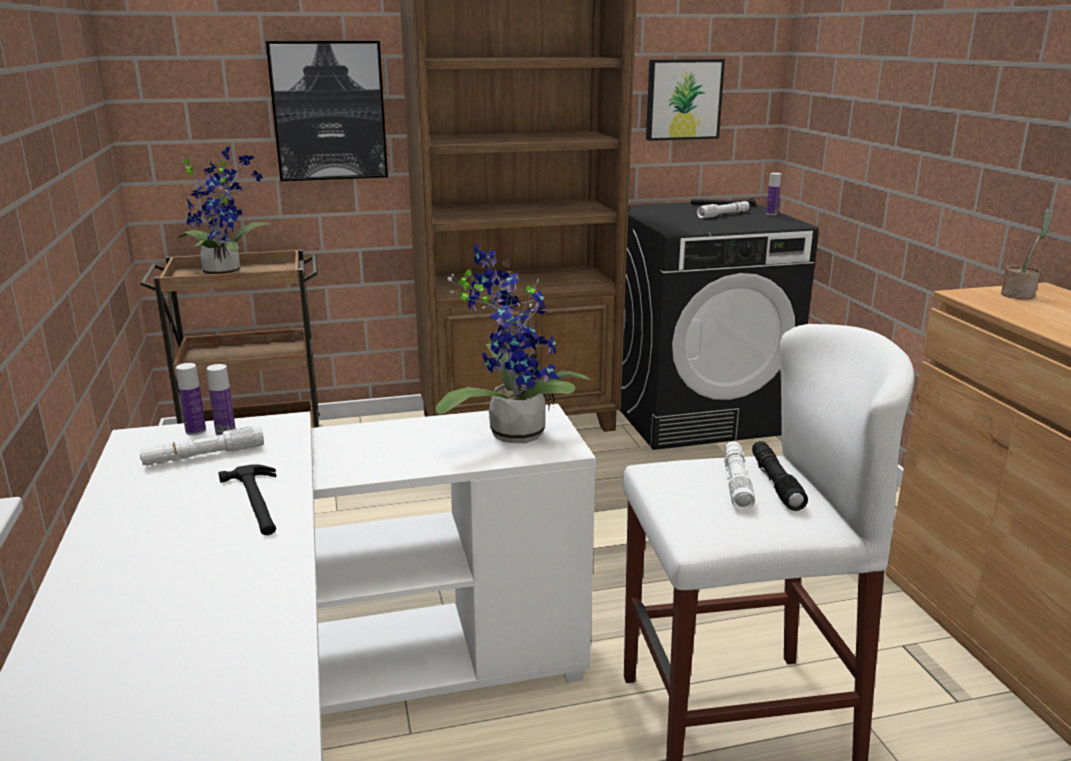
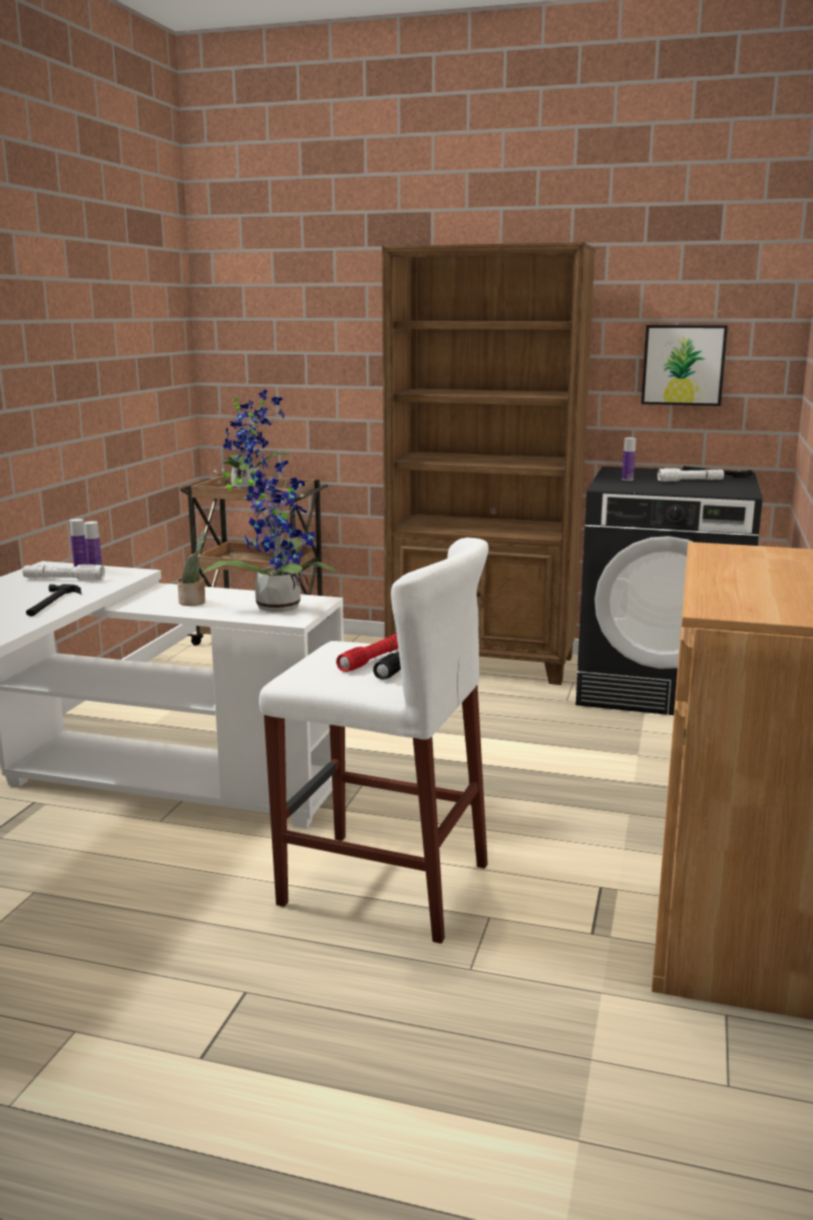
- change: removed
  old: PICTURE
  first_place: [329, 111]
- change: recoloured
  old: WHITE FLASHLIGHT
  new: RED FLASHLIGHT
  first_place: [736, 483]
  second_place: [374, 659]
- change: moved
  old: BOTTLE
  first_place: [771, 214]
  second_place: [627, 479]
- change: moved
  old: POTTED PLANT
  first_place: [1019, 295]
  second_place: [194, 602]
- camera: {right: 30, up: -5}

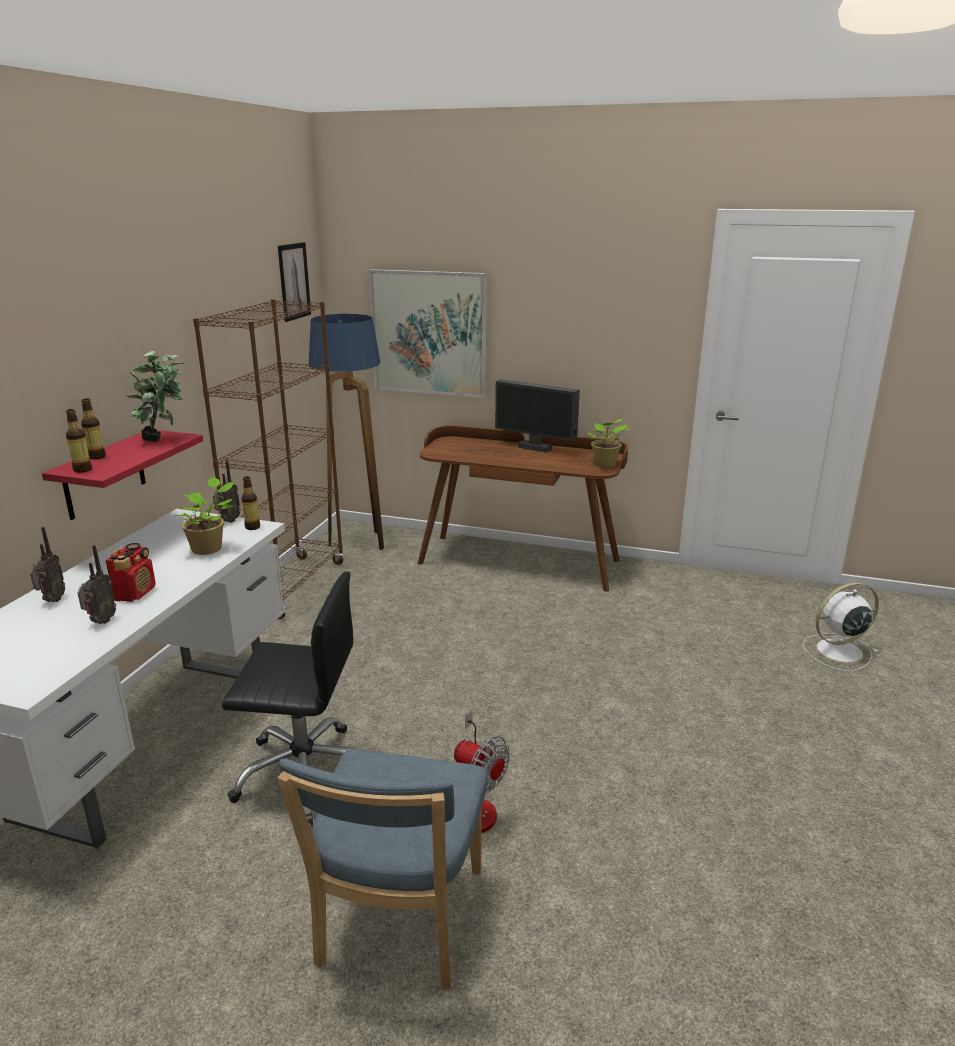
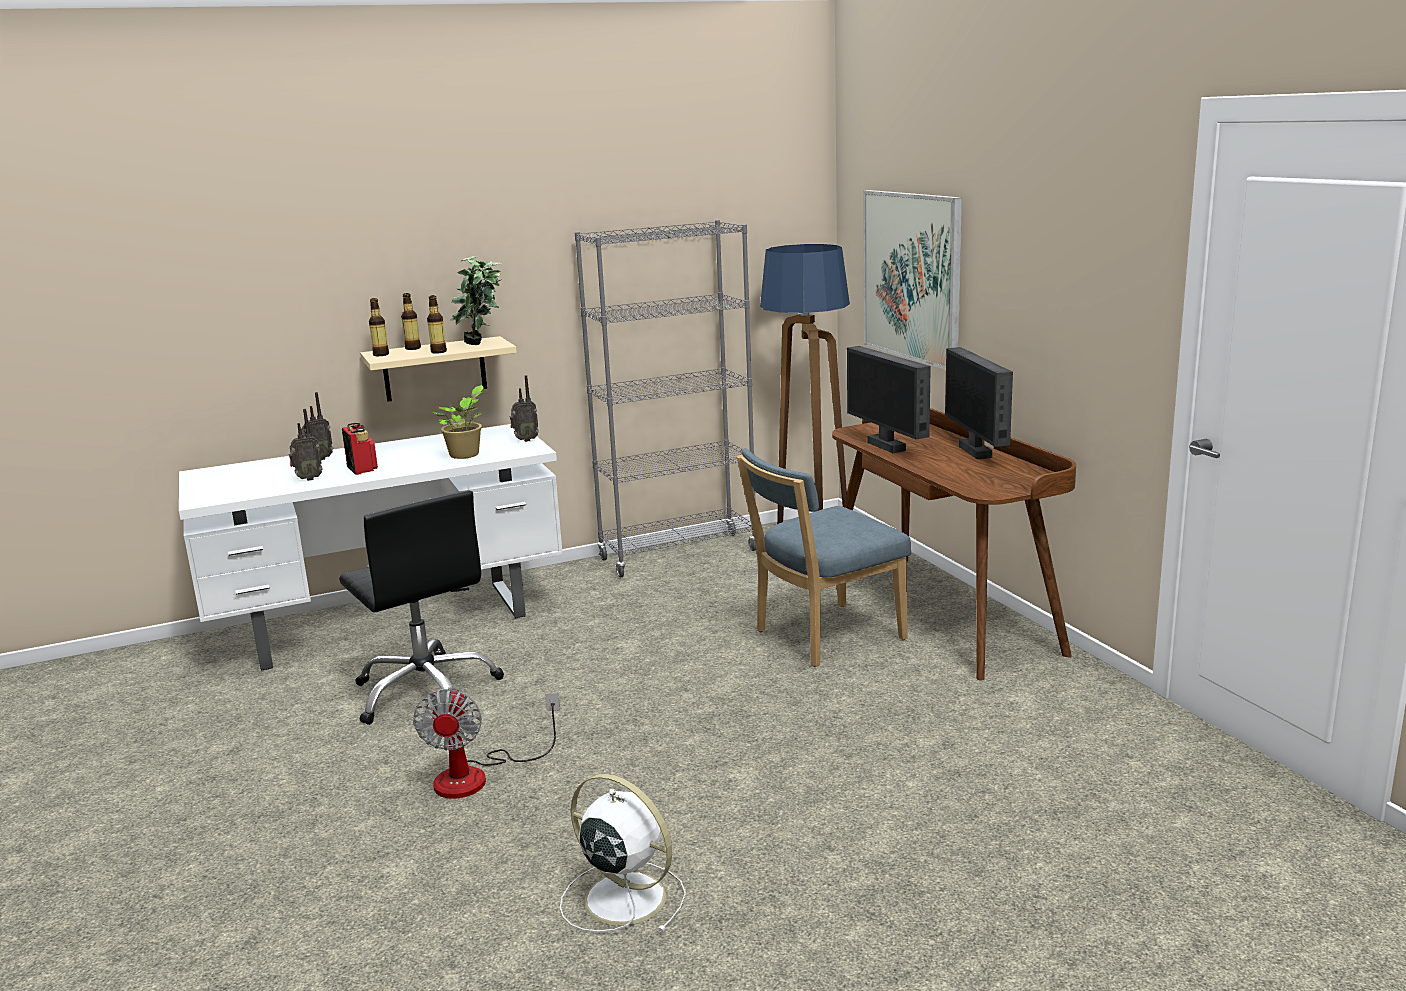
- change: recoloured
  old: RED SHELF
  new: BEIGE SHELF
  first_place: [104, 475]
  second_place: [434, 369]
- change: turned
  old: RADIO
  first_place: [136, 593]
  second_place: [362, 469]
  degrees: -90
- change: recoloured
  old: BROWN BOOKCASE
  new: GREY BOOKCASE
  first_place: [291, 586]
  second_place: [678, 555]
- change: moved
  old: BOTTLE
  first_place: [252, 527]
  second_place: [438, 352]
- change: removed
  old: PICTURE
  first_place: [294, 281]
- change: moved
  old: BLUE CHAIR
  first_place: [398, 924]
  second_place: [823, 637]
- change: removed
  old: POTTED PLANT
  first_place: [605, 465]
- change: moved
  old: WHITE FAN
  first_place: [837, 651]
  second_place: [622, 897]
- change: added
  new: MONITOR
  second_place: [888, 446]
- camera: {right: 50, up: -5}

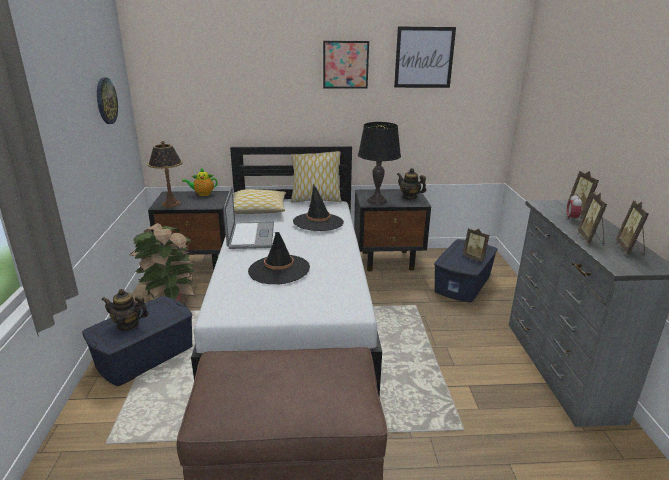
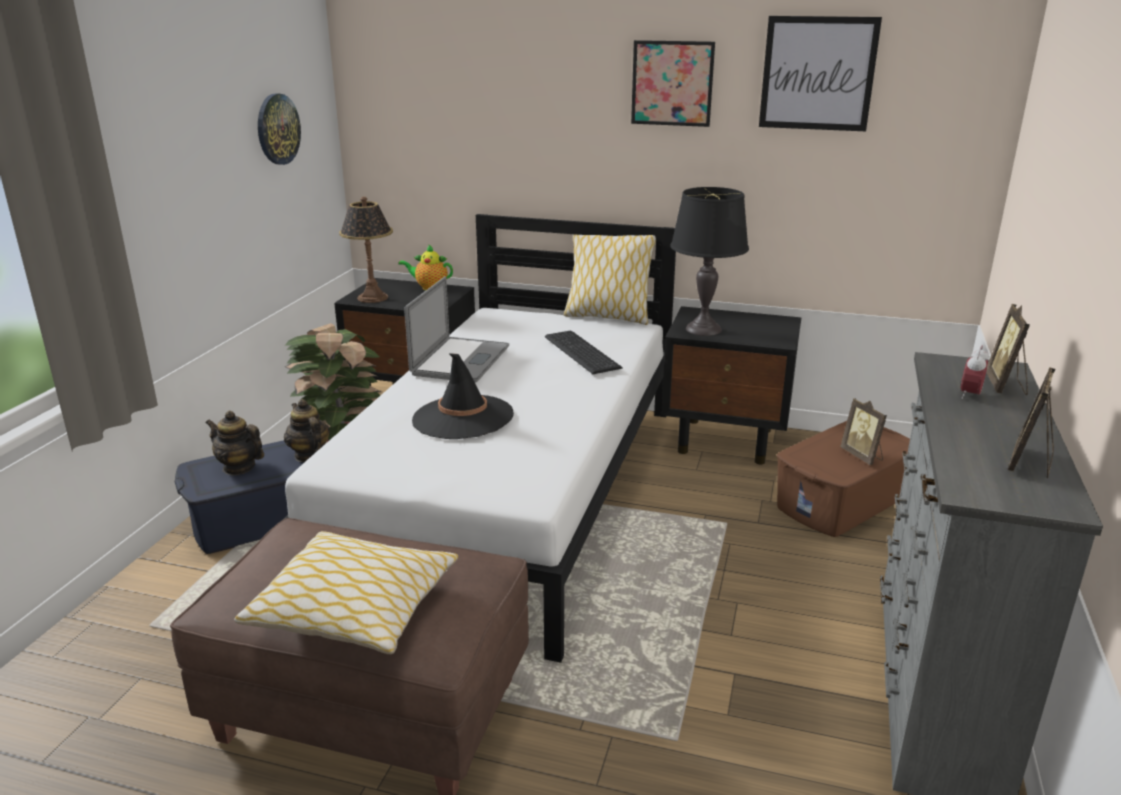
- change: moved
  old: PILLOW
  first_place: [258, 210]
  second_place: [355, 609]
- change: replaced
  old: BLACK HAT
  new: KEYBOARD
  first_place: [318, 222]
  second_place: [580, 353]
- change: moved
  old: TEAPOT
  first_place: [409, 197]
  second_place: [309, 455]
- change: recoloured
  old: BLUE STORAGE BOX
  new: BROWN STORAGE BOX
  first_place: [463, 283]
  second_place: [842, 502]
- change: removed
  old: PICTURE FRAME
  first_place: [590, 238]
- camera: {right: 20, up: 0}

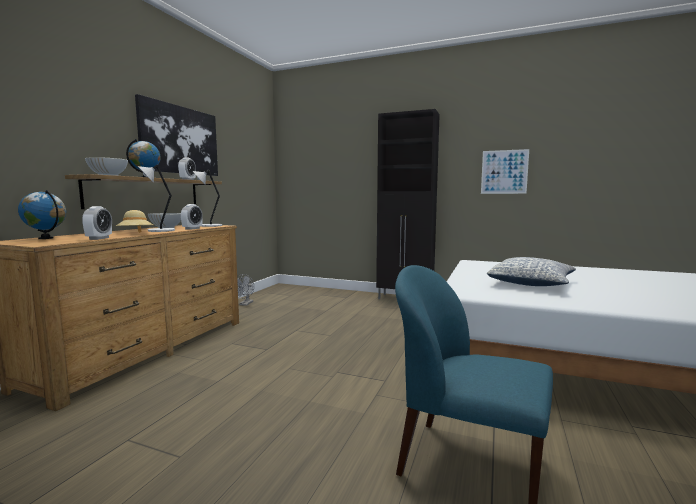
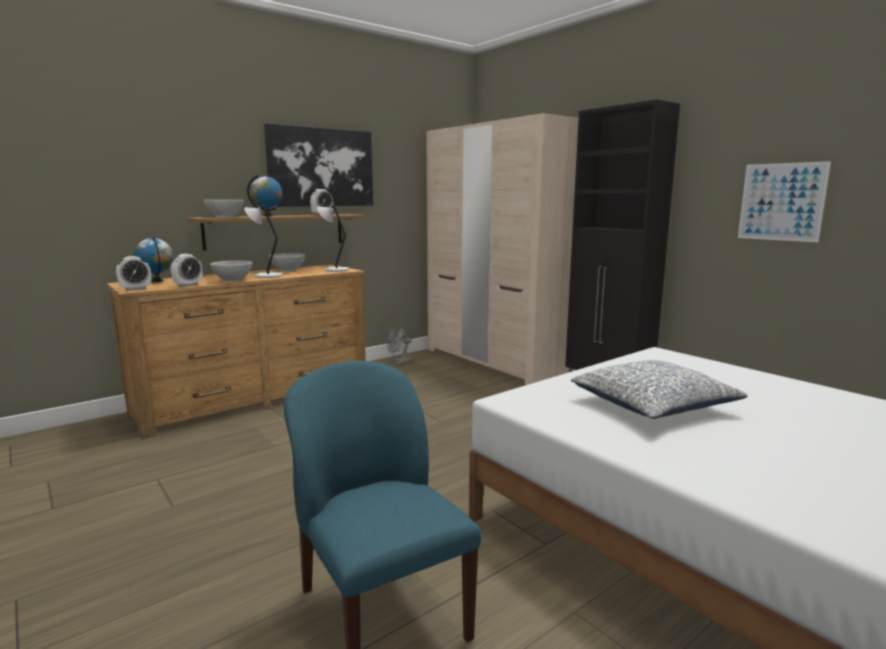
- change: replaced
  old: BEIGE HAT
  new: WHITE BOWL
  first_place: [136, 234]
  second_place: [233, 280]
- change: moved
  old: ALARM CLOCK
  first_place: [192, 229]
  second_place: [135, 289]
- change: added
  new: BEIGE WARDROBE
  second_place: [497, 361]
- camera: {right: 30, up: 5}

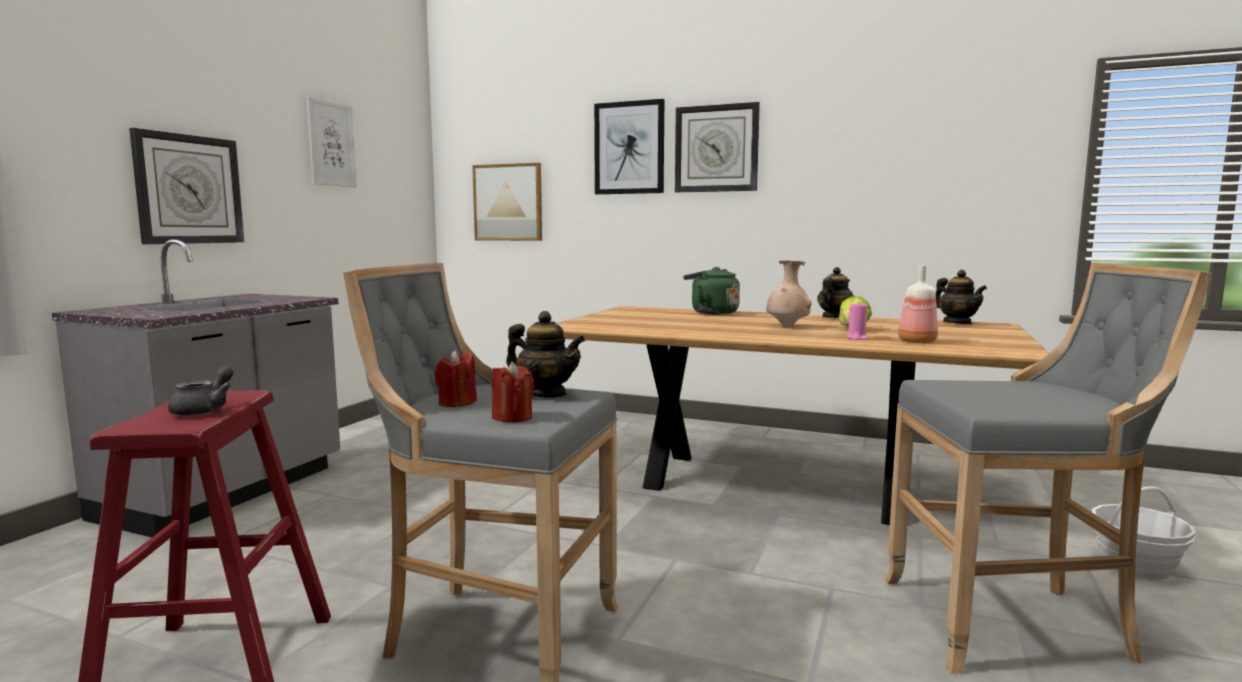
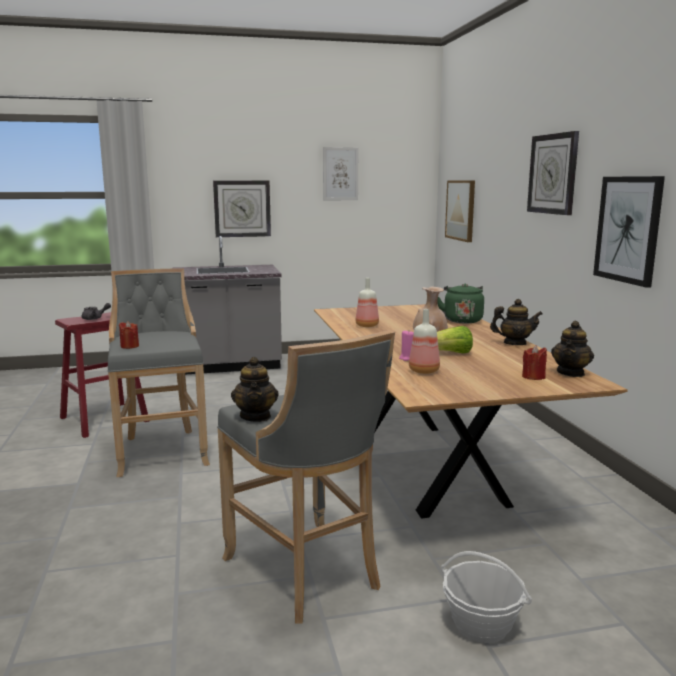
- change: moved
  old: RED CANDLE
  first_place: [457, 403]
  second_place: [533, 377]
- change: moved
  old: TEAPOT
  first_place: [545, 394]
  second_place: [256, 416]
- change: moved
  old: PICTURE
  first_place: [629, 148]
  second_place: [628, 229]
- change: added
  new: BOTTLE
  second_place: [366, 325]
- camera: {right: 55, up: 5}

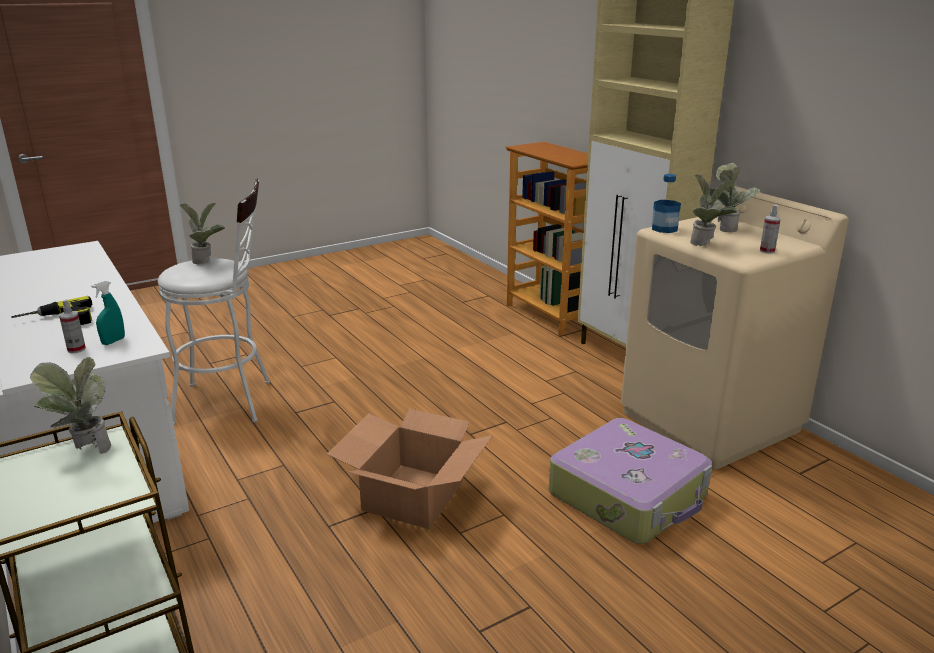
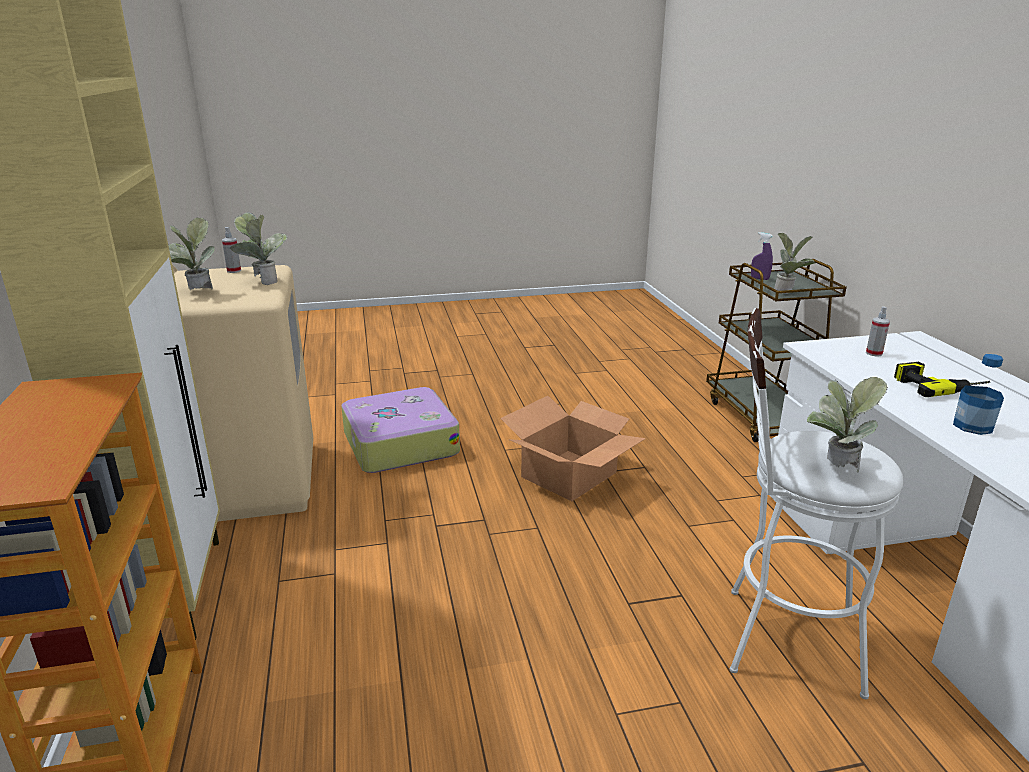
- change: removed
  old: TURQUOISE SPRAY BOTTLE
  first_place: [113, 341]
- change: moved
  old: BOTTLE
  first_place: [664, 229]
  second_place: [972, 426]
- change: added
  new: PURPLE SPRAY BOTTLE
  second_place: [759, 278]
- camera: {right: -160, up: 0}

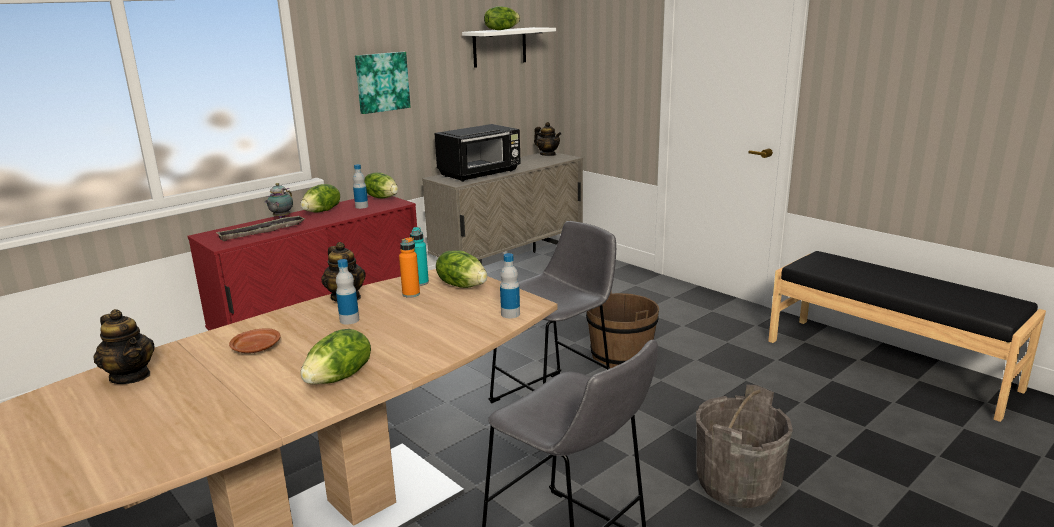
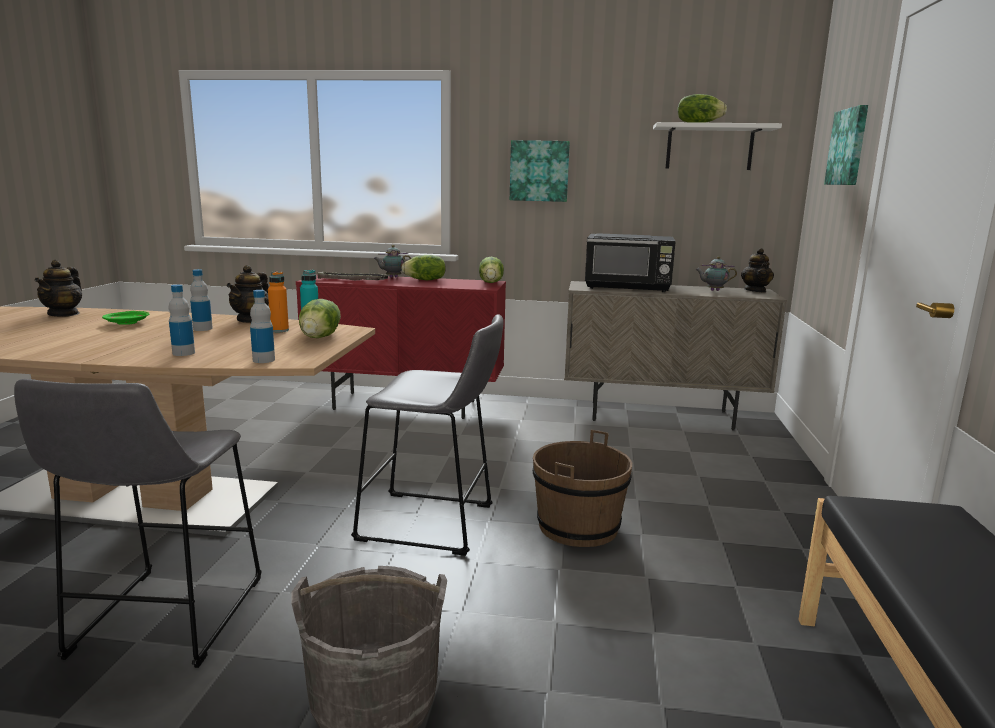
- change: recoloured
  old: BROWN PLATE
  new: GREEN PLATE
  first_place: [256, 348]
  second_place: [127, 323]
- change: removed
  old: LETTUCE
  first_place: [340, 377]
- change: moved
  old: BOTTLE
  first_place: [361, 206]
  second_place: [183, 353]
- change: added
  new: TEAPOT
  second_place: [713, 290]
- change: added
  new: PICTURE
  second_place: [849, 147]
- camera: {right: 50, up: -5}

